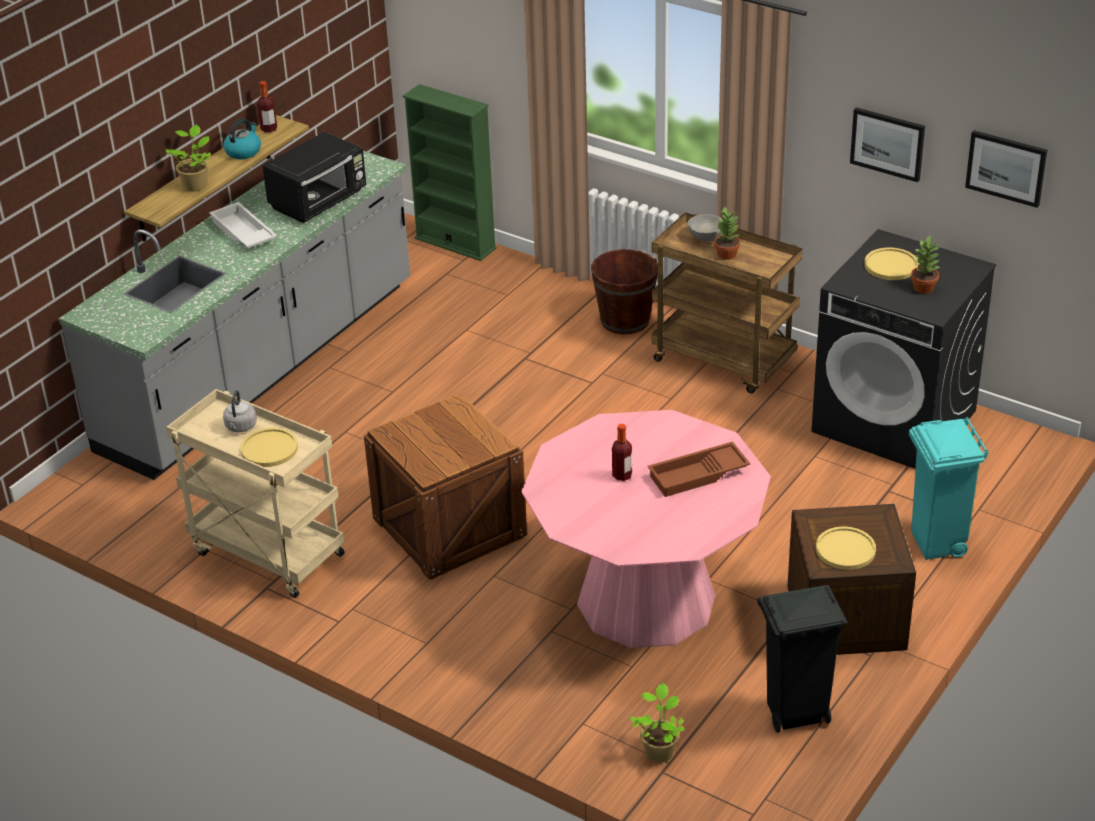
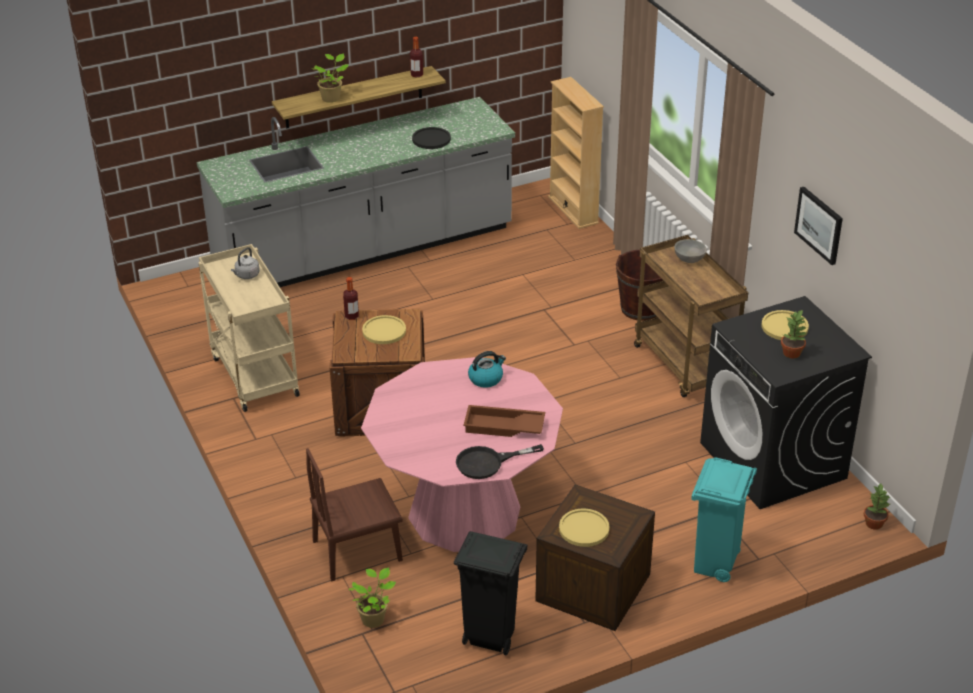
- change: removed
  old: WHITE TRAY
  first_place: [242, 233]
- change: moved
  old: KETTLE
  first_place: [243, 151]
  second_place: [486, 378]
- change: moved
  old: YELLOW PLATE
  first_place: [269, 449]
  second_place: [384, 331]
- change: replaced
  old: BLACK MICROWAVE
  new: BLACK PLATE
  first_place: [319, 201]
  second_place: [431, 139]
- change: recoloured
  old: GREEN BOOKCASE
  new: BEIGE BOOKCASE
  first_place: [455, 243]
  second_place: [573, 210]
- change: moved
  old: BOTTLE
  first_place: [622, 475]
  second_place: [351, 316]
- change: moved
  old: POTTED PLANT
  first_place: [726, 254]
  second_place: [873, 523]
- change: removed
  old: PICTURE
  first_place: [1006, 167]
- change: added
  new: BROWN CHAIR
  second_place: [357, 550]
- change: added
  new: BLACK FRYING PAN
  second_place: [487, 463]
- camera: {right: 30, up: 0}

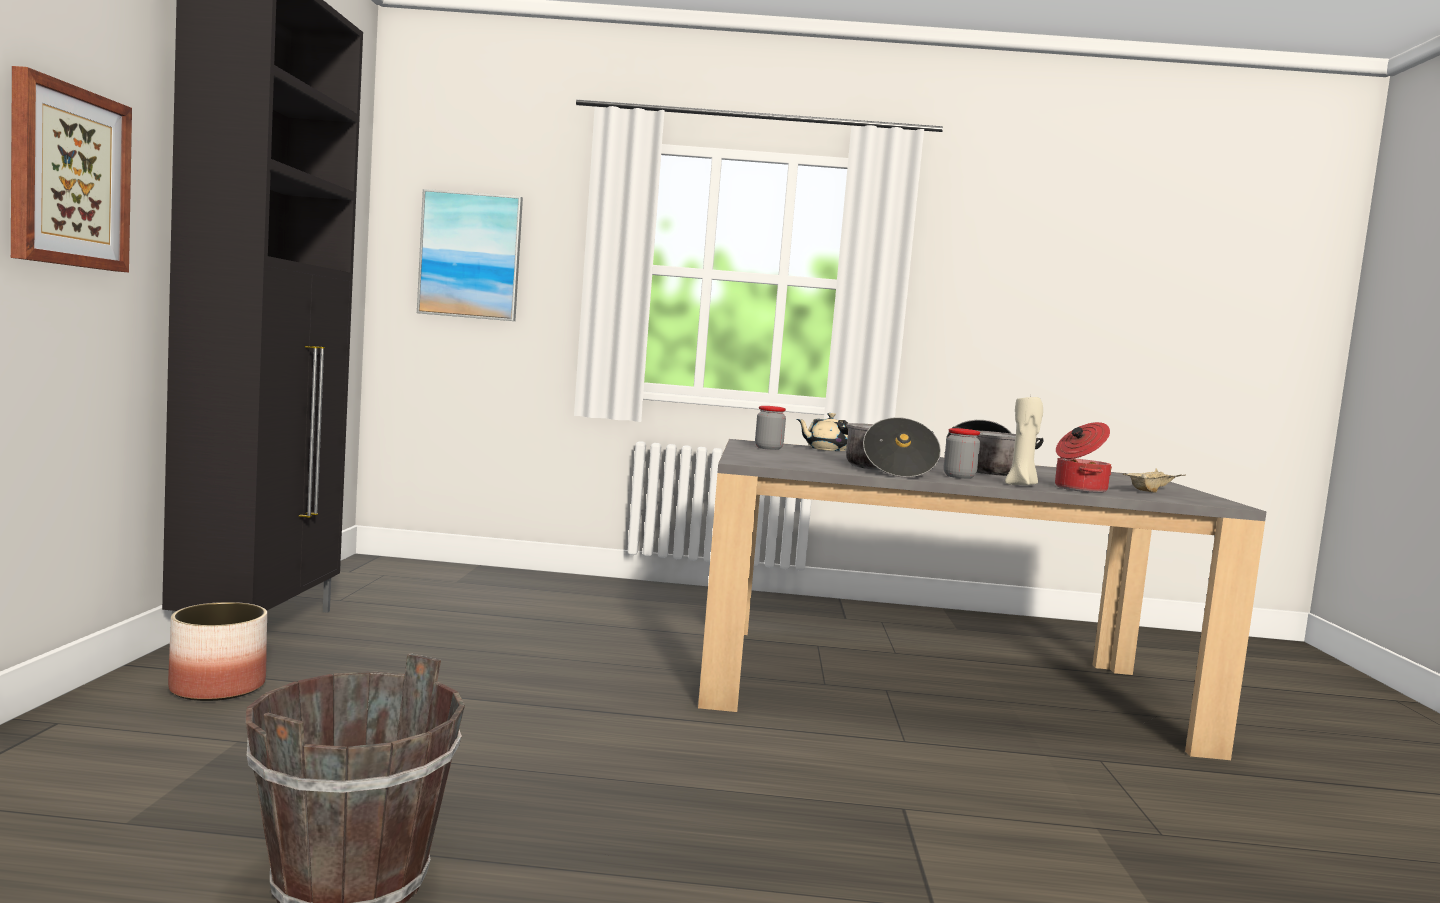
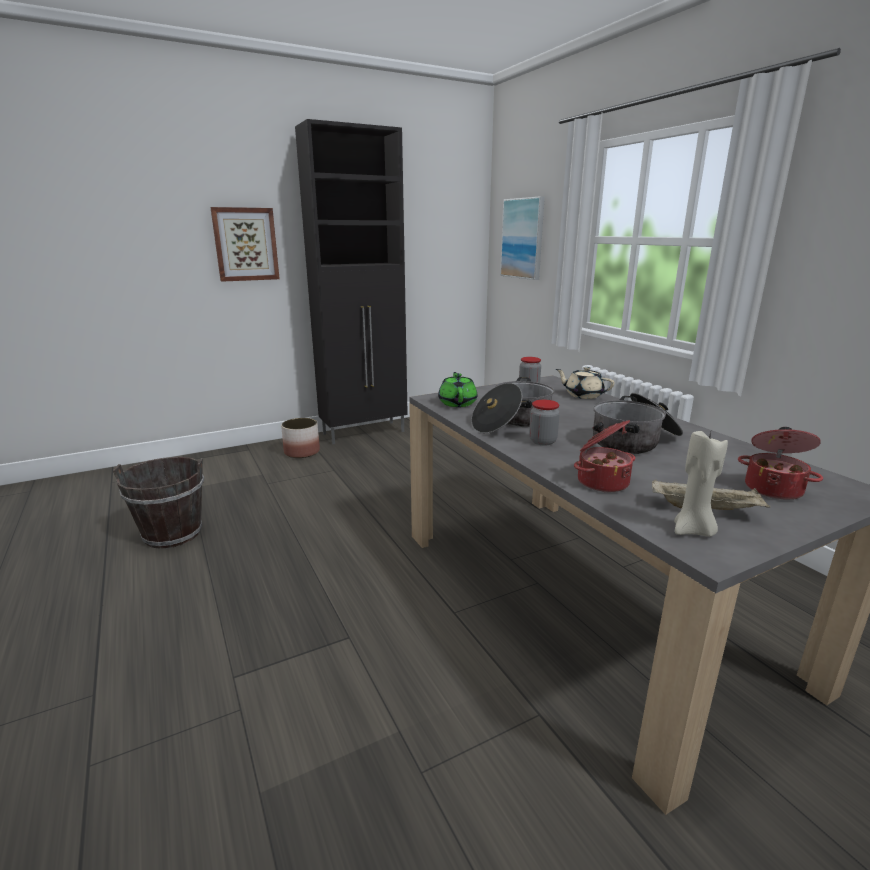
- change: moved
  old: BEIGE CANDLE
  first_place: [1021, 485]
  second_place: [692, 531]
- change: added
  new: GREEN TEAPOT
  second_place: [457, 403]
- change: added
  new: COOKING POT
  second_place: [773, 489]
- camera: {right: 60, up: 15}

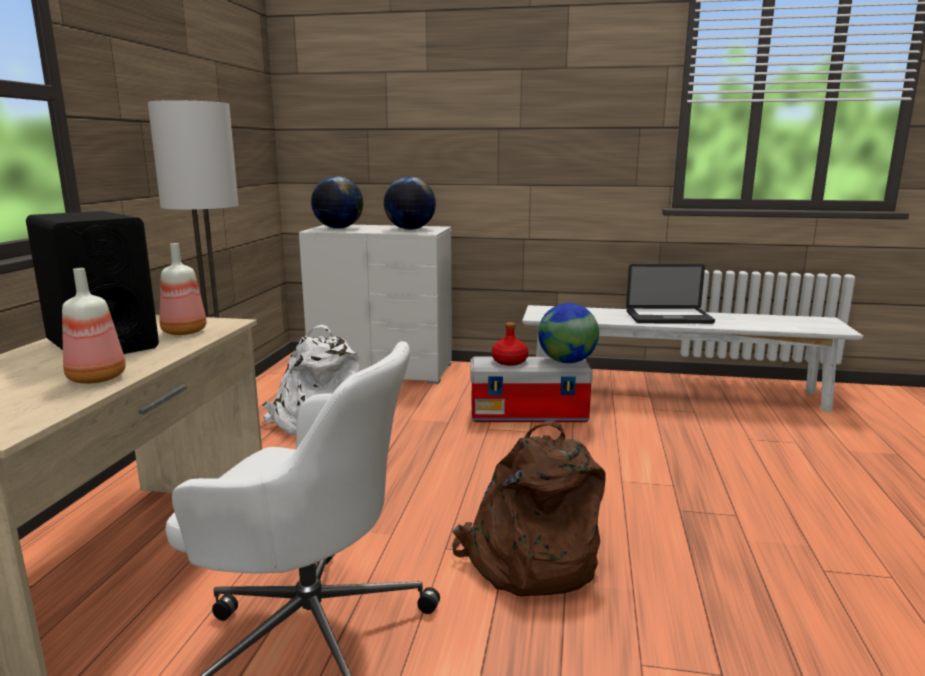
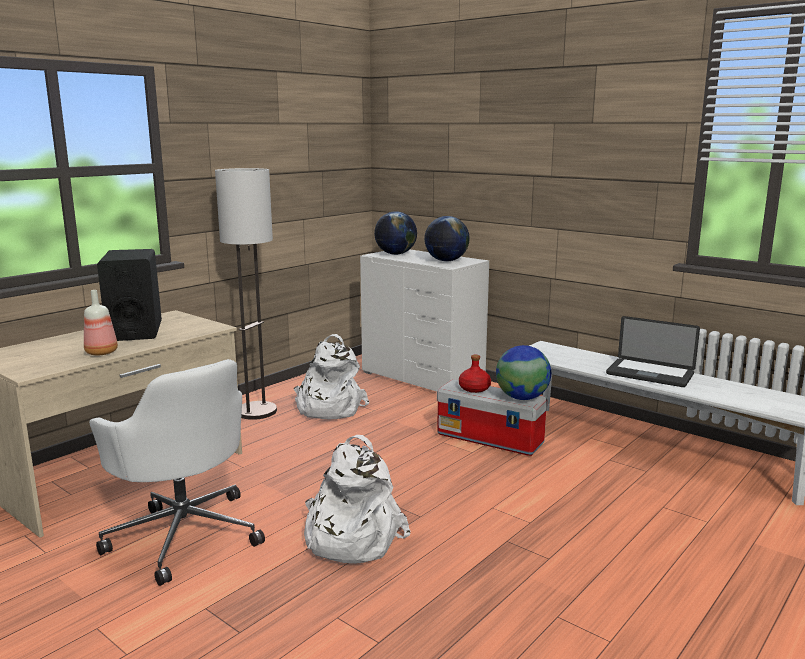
- change: removed
  old: BOTTLE
  first_place: [184, 332]
- change: recoloured
  old: BROWN BACKPACK
  new: WHITE BACKPACK
  first_place: [528, 560]
  second_place: [350, 537]
- camera: {right: 30, up: 0}

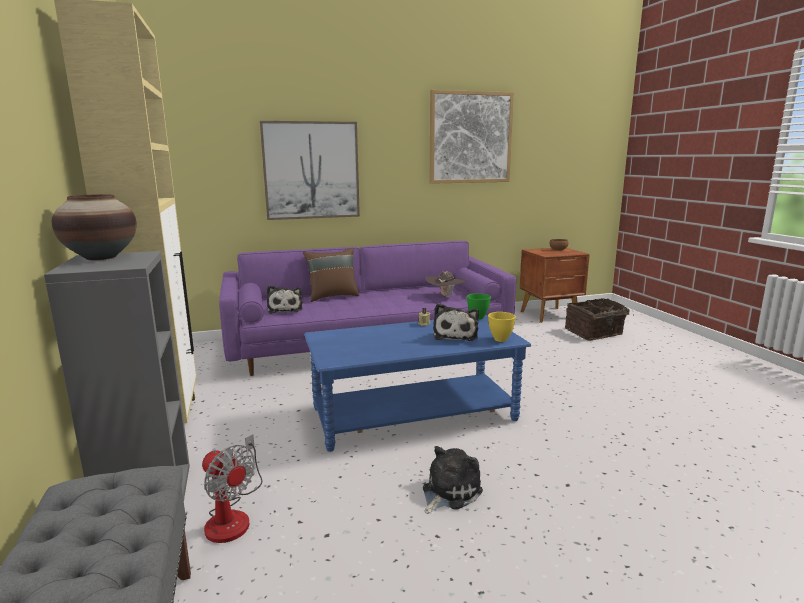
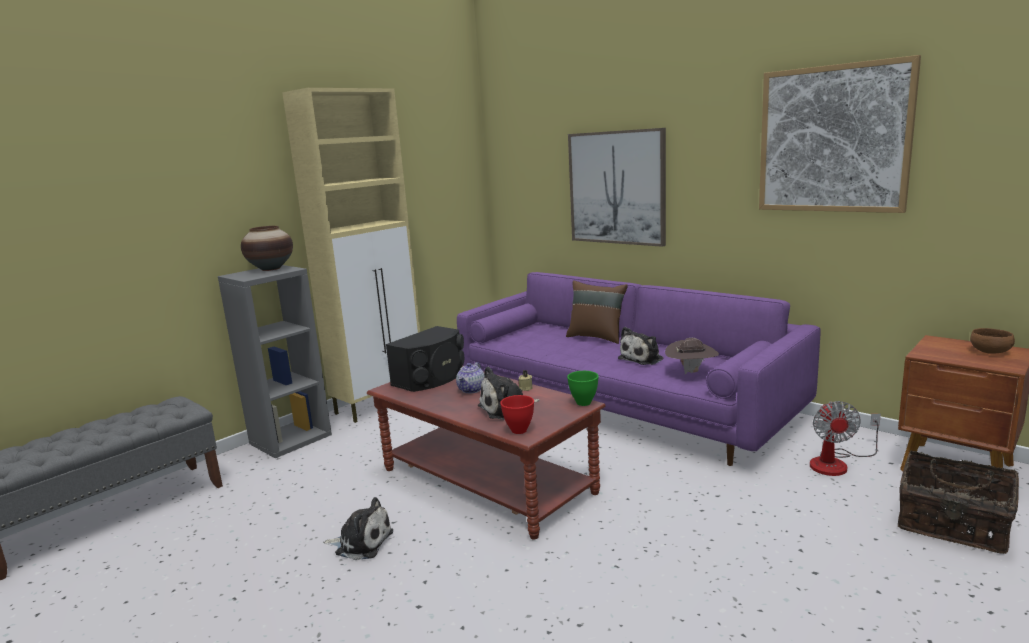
- change: moved
  old: FAN
  first_place: [233, 516]
  second_place: [836, 463]
- change: moved
  old: PLUSH TOY
  first_place: [285, 309]
  second_place: [643, 358]
- change: recoloured
  old: BLUE COFFEE TABLE
  new: BROWN COFFEE TABLE
  first_place: [414, 414]
  second_place: [487, 481]
- change: recoloured
  old: YELLOW BOWL
  new: RED BOWL
  first_place: [500, 340]
  second_place: [518, 430]
- change: added
  new: BLACK SPEAKER
  second_place: [431, 378]
- change: added
  new: TEAPOT
  second_place: [471, 390]
- camera: {right: 60, up: 0}

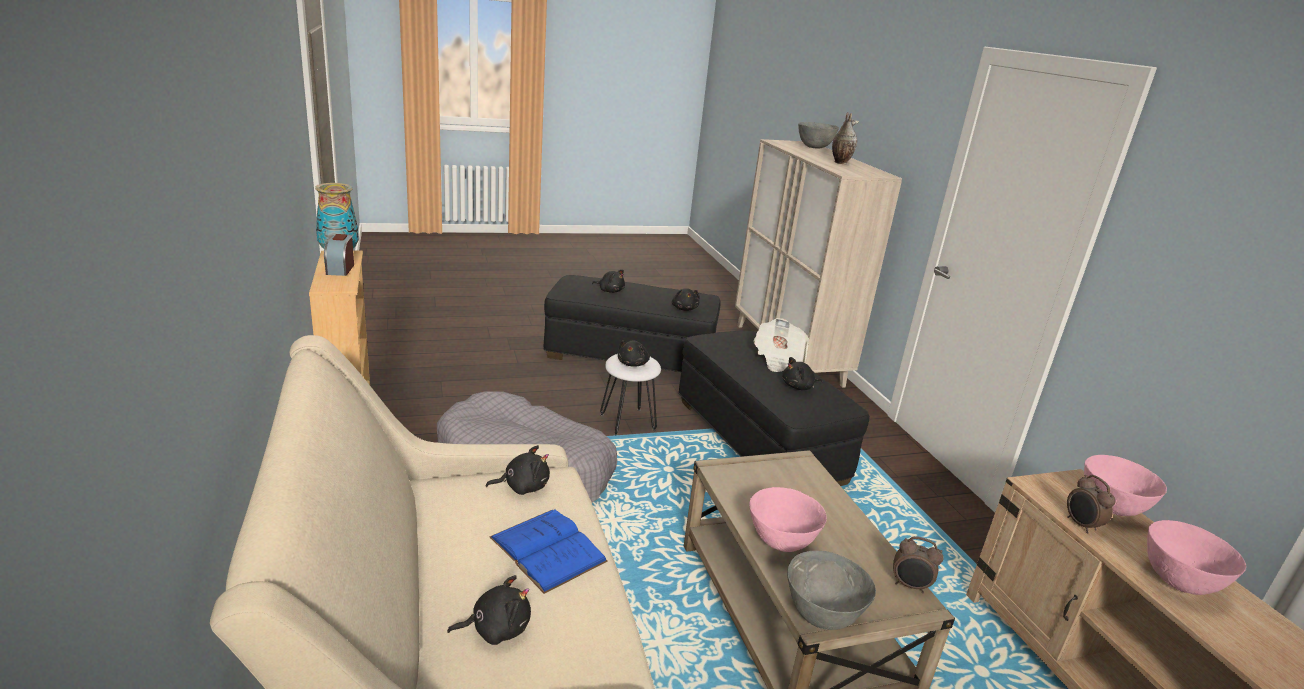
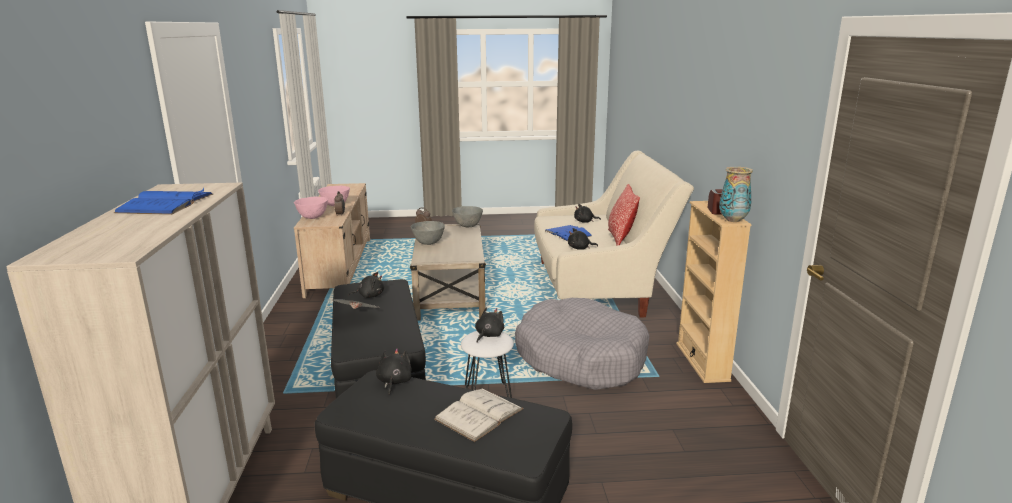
- change: replaced
  old: BLACK PLUSH TOY
  new: WHITE BOOK
  first_place: [610, 291]
  second_place: [479, 414]
- change: removed
  old: PINK BOWL
  first_place: [781, 542]
- change: moved
  old: GREY BOWL
  first_place: [814, 147]
  second_place: [428, 243]
- change: replaced
  old: VASE
  new: BLUE BOOK
  first_place: [840, 162]
  second_place: [166, 203]
- change: added
  new: PILLOW
  second_place: [621, 238]
- camera: {right: -165, up: -5}

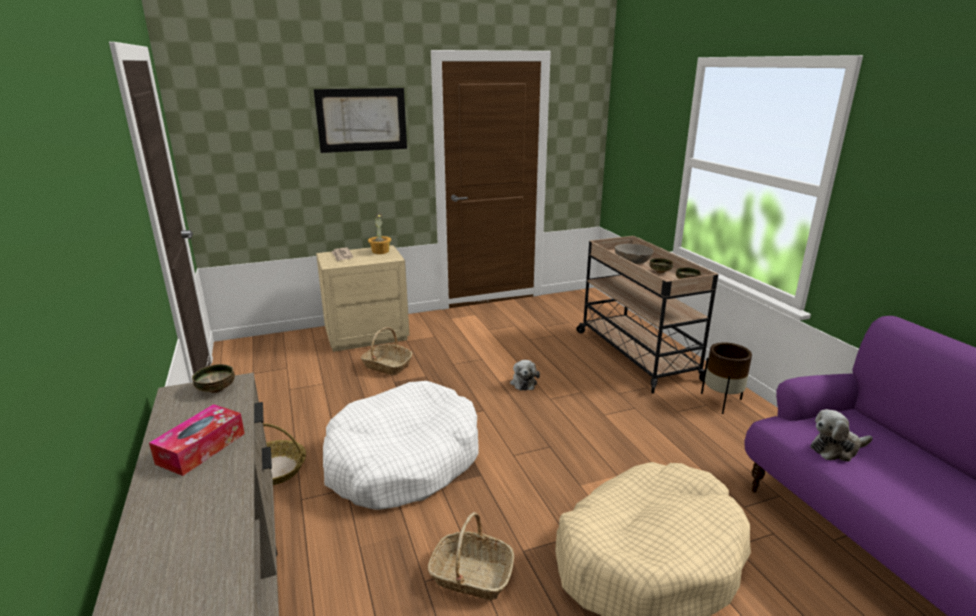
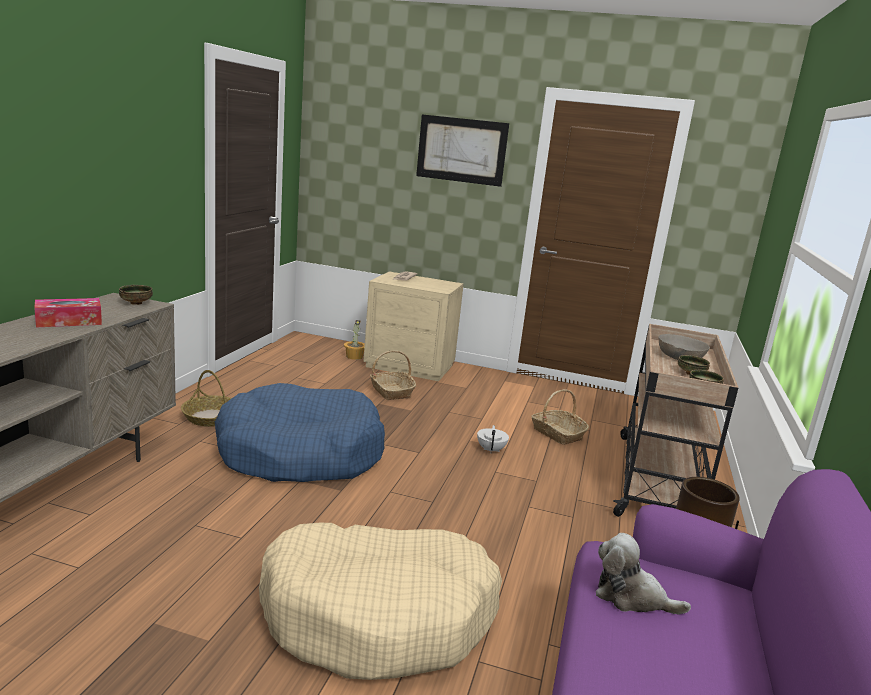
- change: recoloured
  old: WHITE DOG BED
  new: BLUE DOG BED
  first_place: [403, 461]
  second_place: [300, 453]
- change: moved
  old: POTTED PLANT
  first_place: [380, 251]
  second_place: [354, 356]
- change: moved
  old: BASKET
  first_place: [471, 575]
  second_place: [557, 433]
- change: replaced
  old: PLUSH TOY
  new: WHITE TEAPOT
  first_place: [523, 382]
  second_place: [491, 450]
- camera: {right: 35, up: -5}

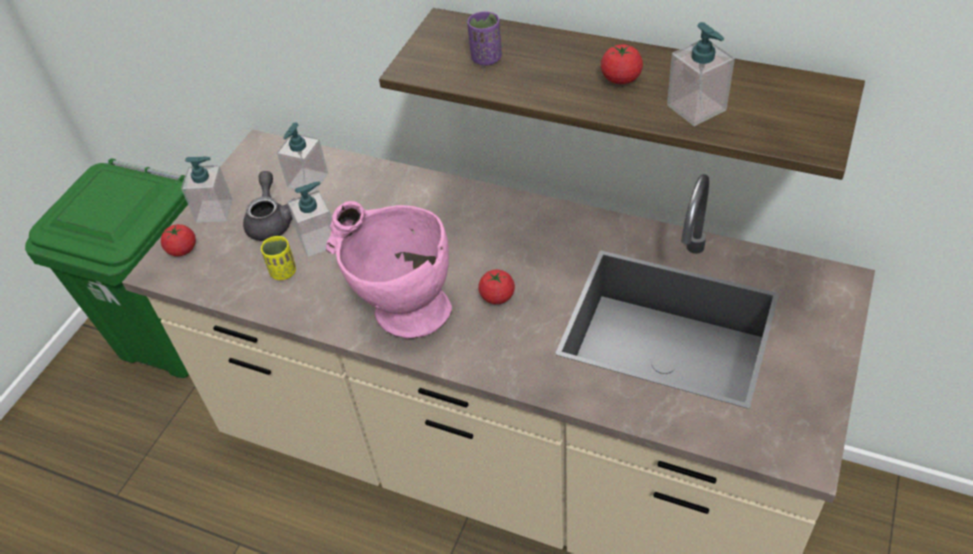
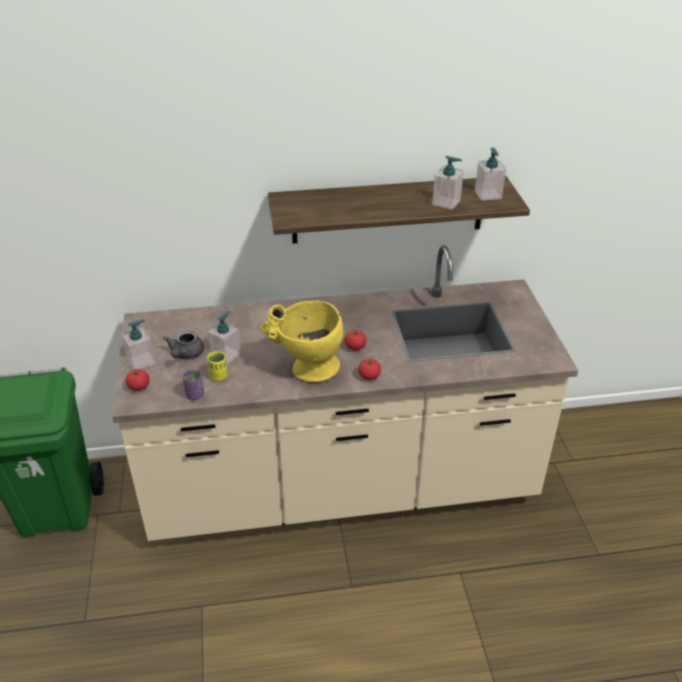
- change: turned
  old: GREY TEAPOT
  first_place: [271, 221]
  second_place: [185, 355]
  degrees: -135
- change: moved
  old: SOAP DISPENSER
  first_place: [307, 180]
  second_place: [488, 195]
- change: recoloured
  old: PINK VASE
  new: YELLOW VASE
  first_place: [399, 309]
  second_place: [306, 370]
- change: moved
  old: PURPLE CUP
  first_place: [486, 58]
  second_place: [195, 395]
- change: moved
  old: TOMATO
  first_place: [621, 78]
  second_place: [369, 376]
- camera: {right: -35, up: -10}

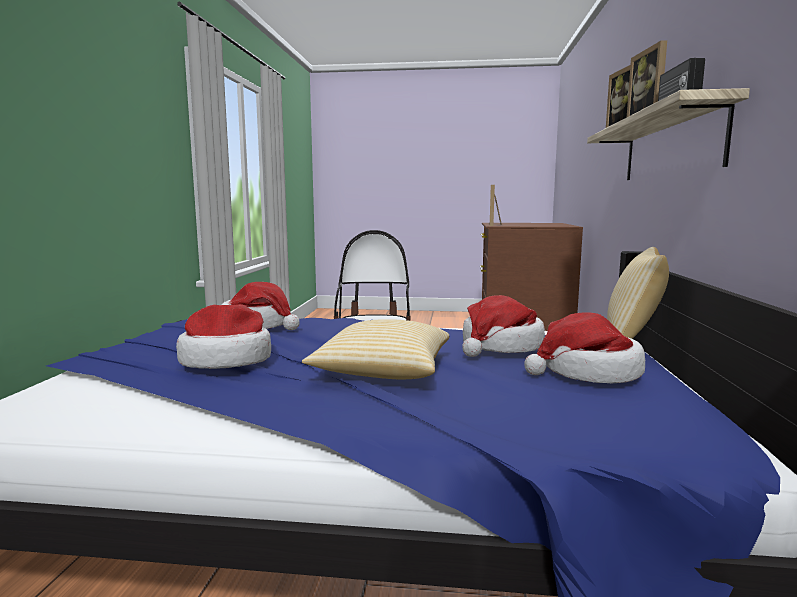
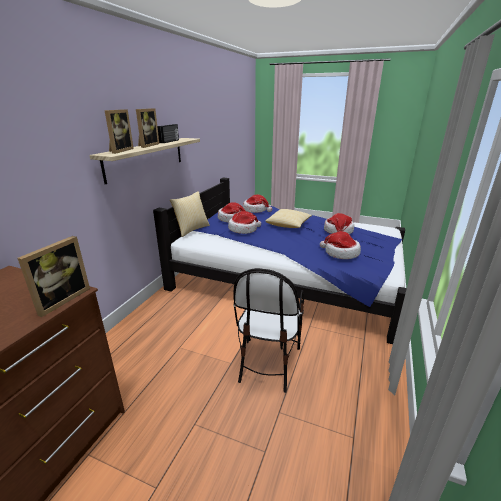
- change: added
  new: HAT
  second_place: [255, 210]
- camera: {right: -165, up: 15}

